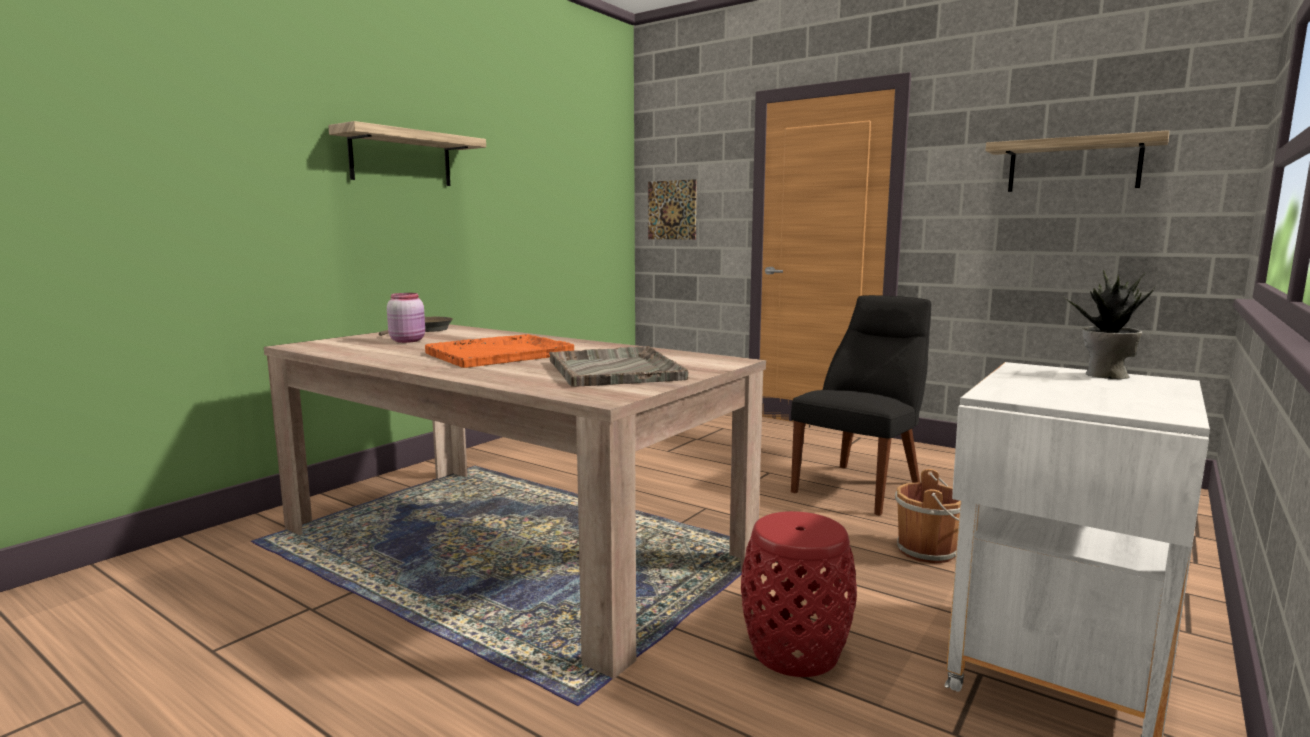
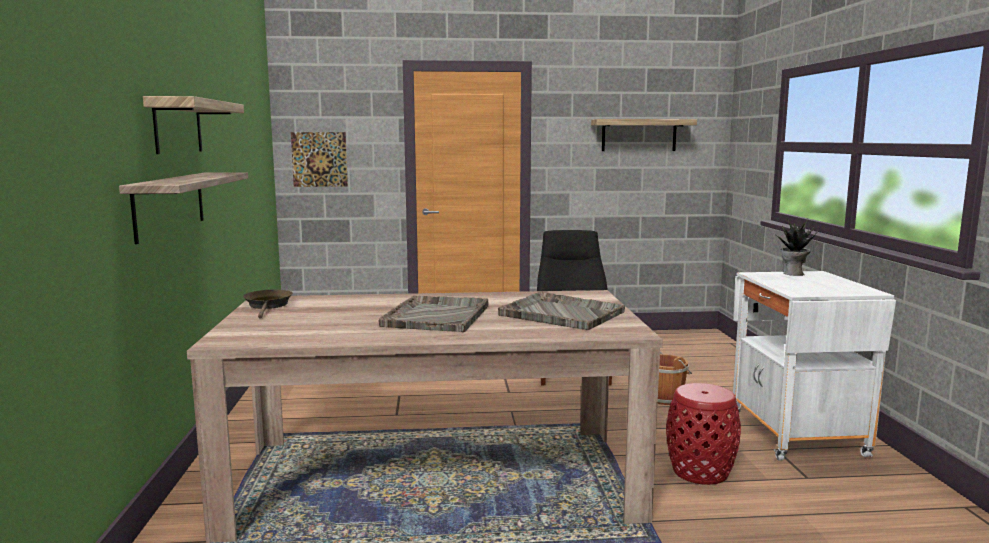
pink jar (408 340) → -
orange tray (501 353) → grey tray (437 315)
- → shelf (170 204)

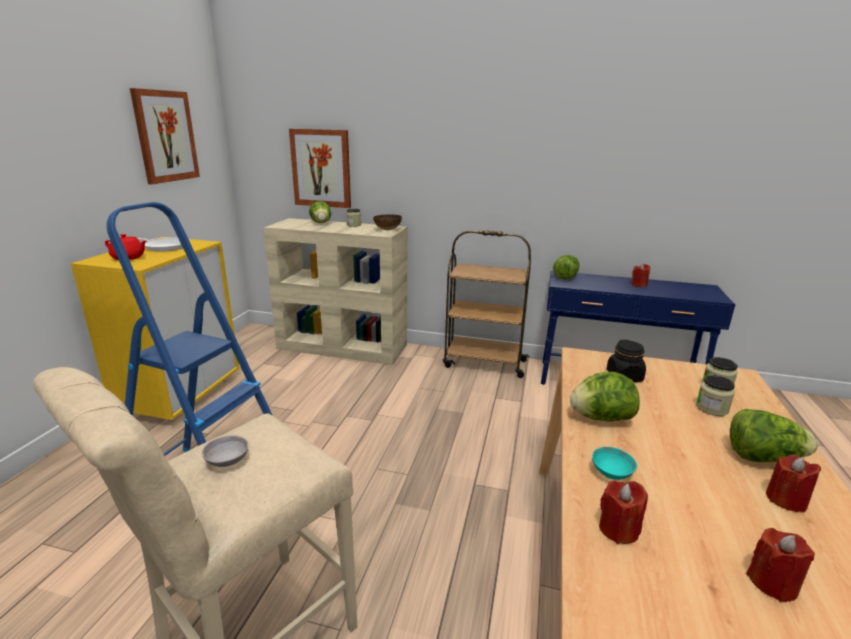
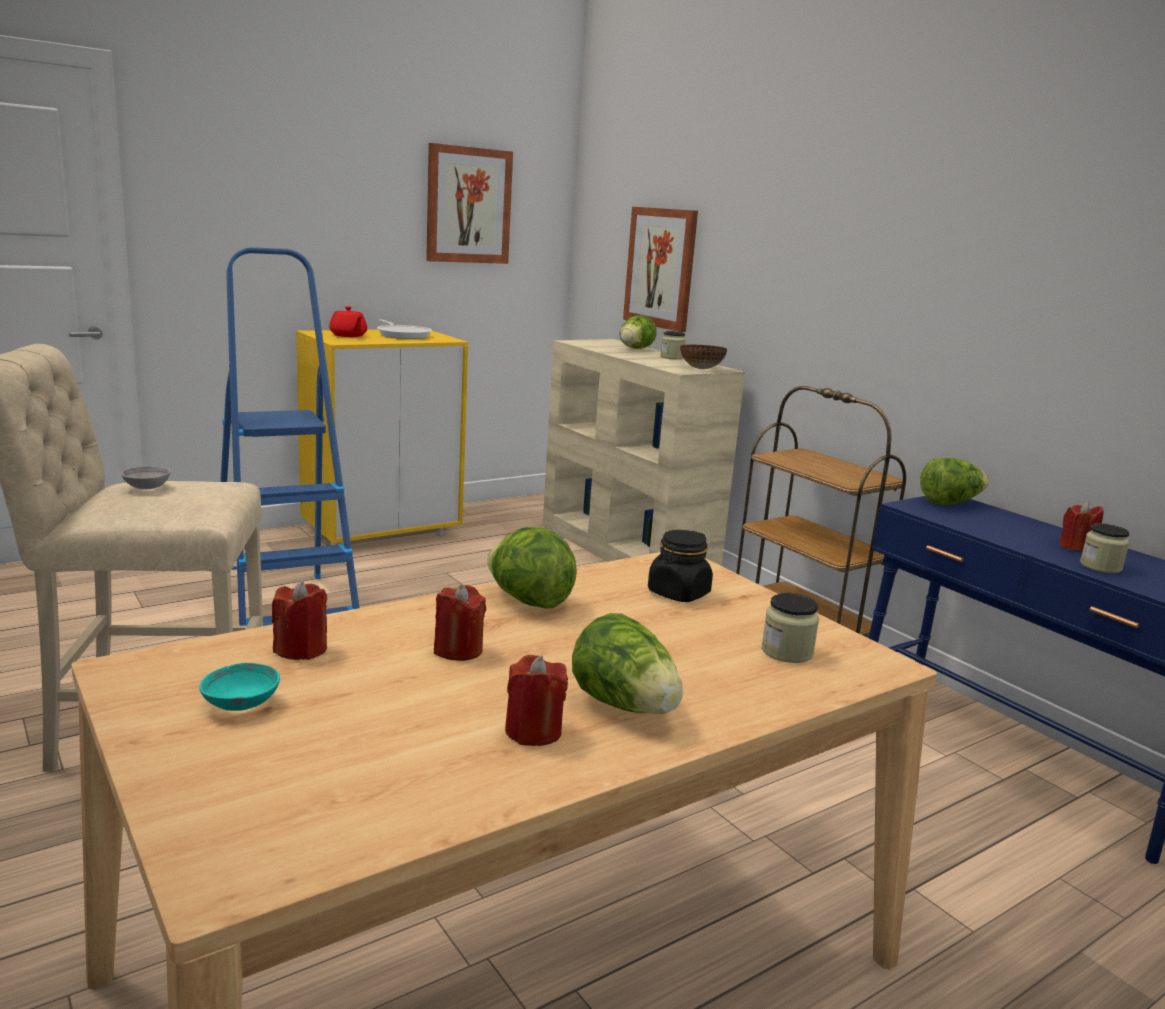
jar (712 408) → jar (1100 566), shifted
turquoise bowl (611 472) → turquoise bowl (241 704), shifted
red candle (772 583) → red candle (458 650), shifted

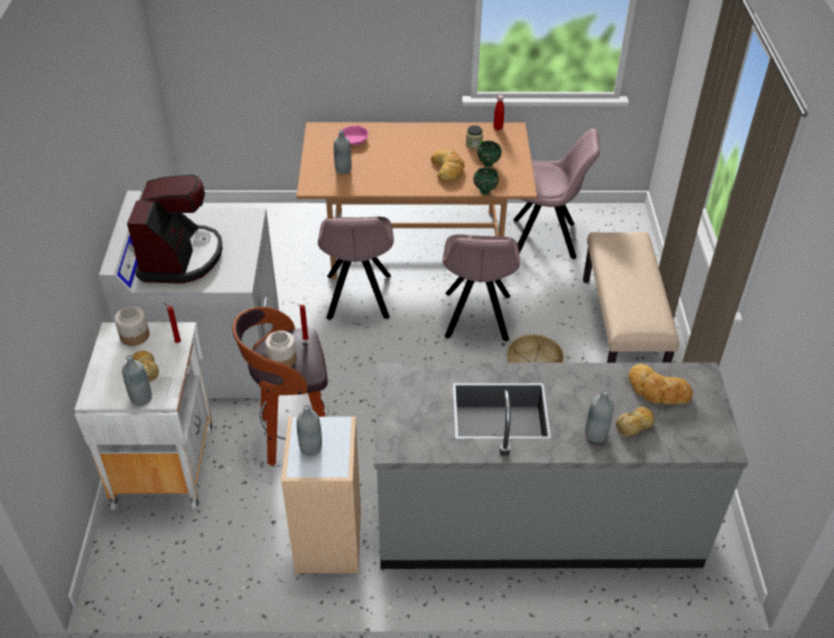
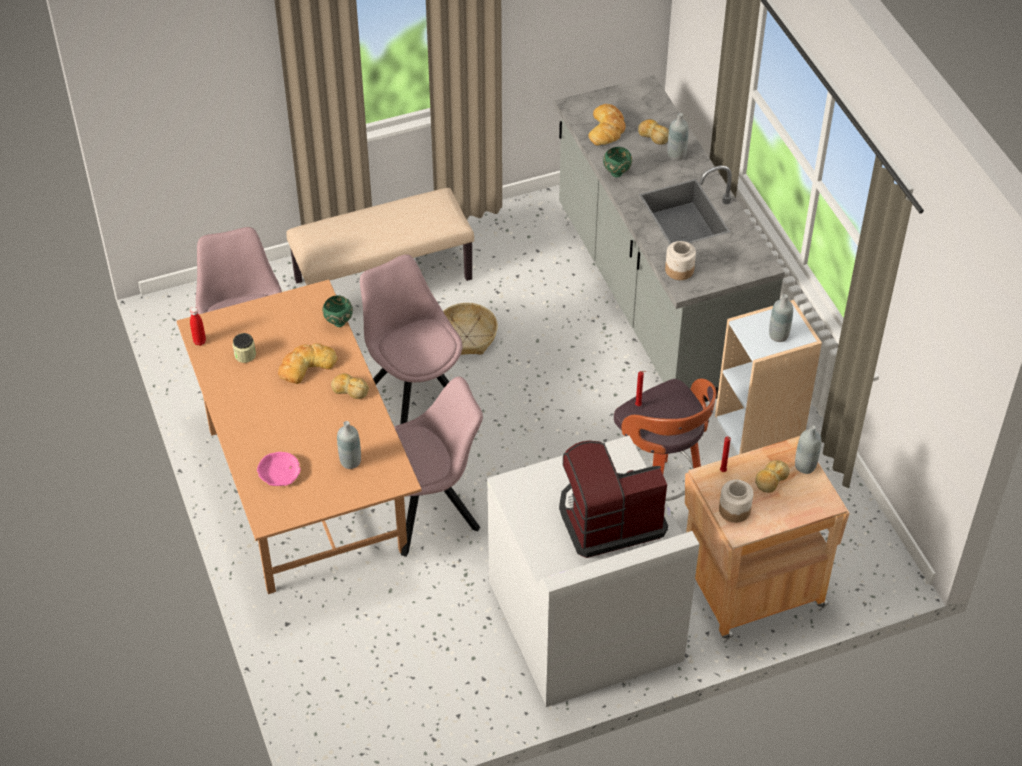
green bowl (488 164) → green bowl (617 173), shifted
pink chair (477 317) → pink chair (414 398), 105 degrees counterclockwise
white cart (164 464) → brown cart (750 590)
jar (282 359) → jar (680 270), shifted
- → bread (349 390)

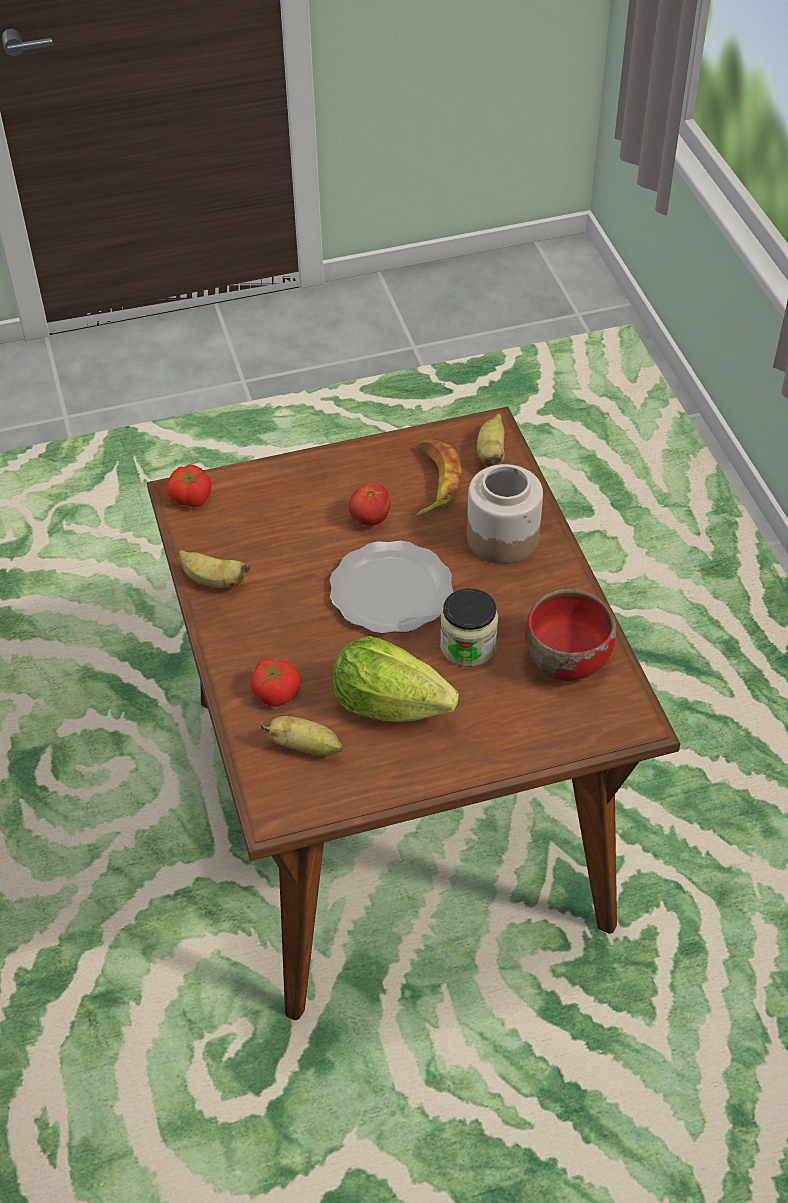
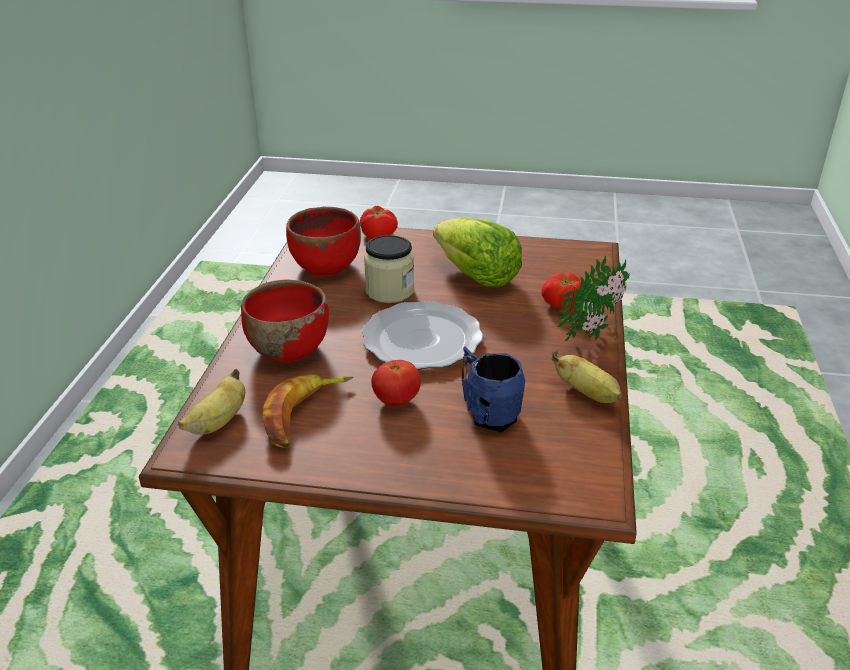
tomato (190 497) → tomato (379 234), shifted
jar (503 537) → red bowl (288 349)
banana (305 747) → -
- → potted plant (596 333)
- → blue mug (487 413)

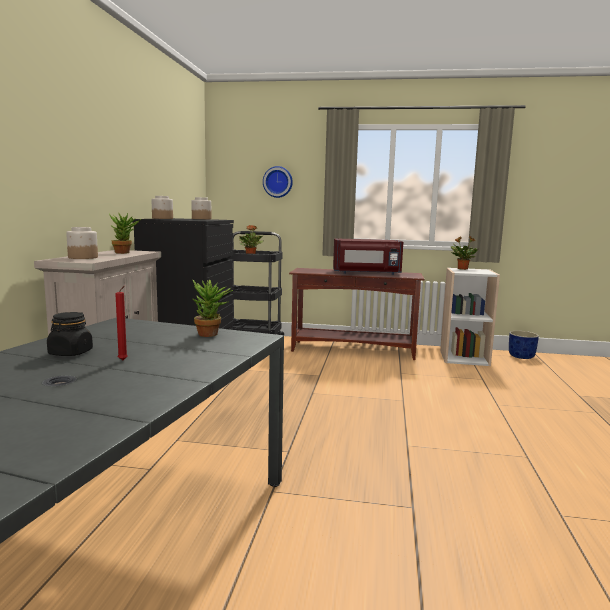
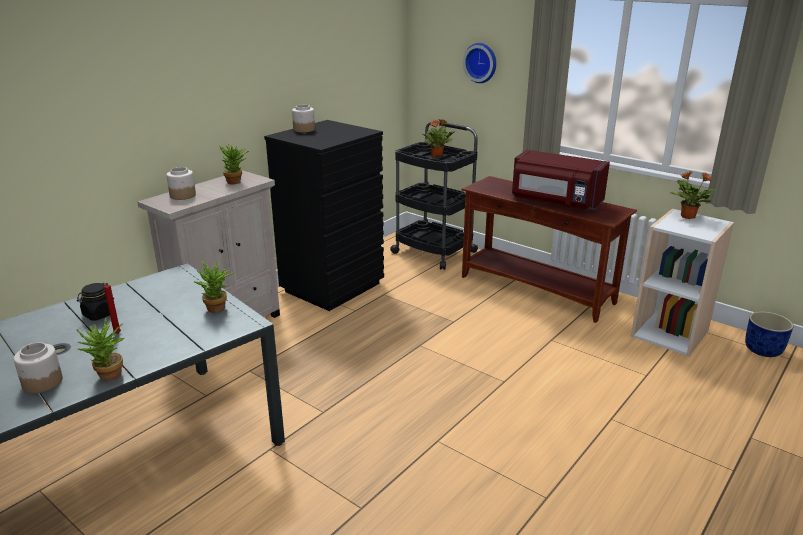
jar (201 219) → jar (42 382), shifted
- → potted plant (109 378)

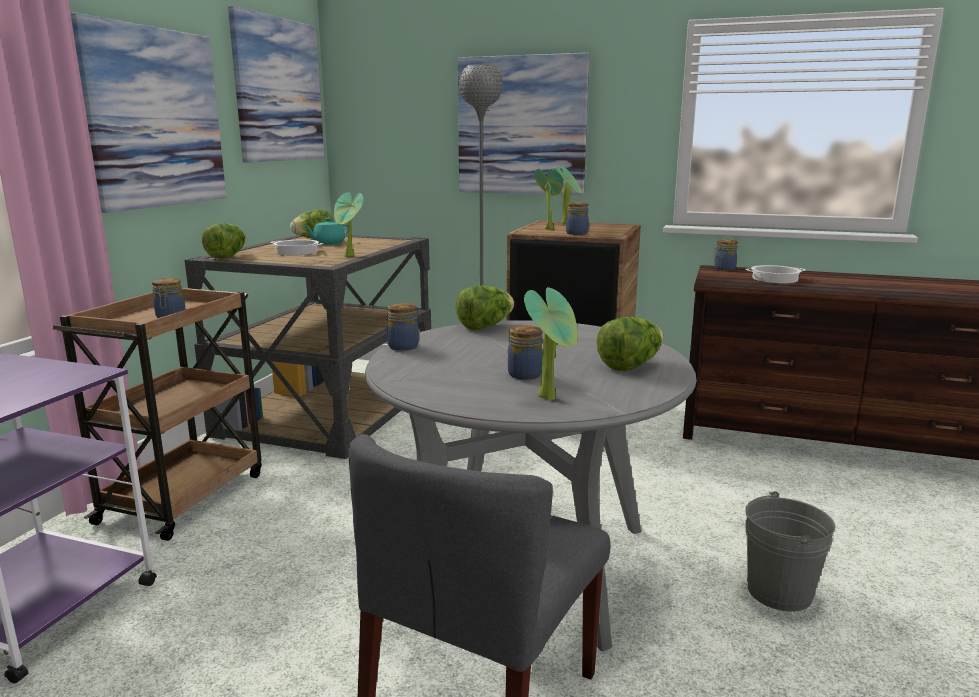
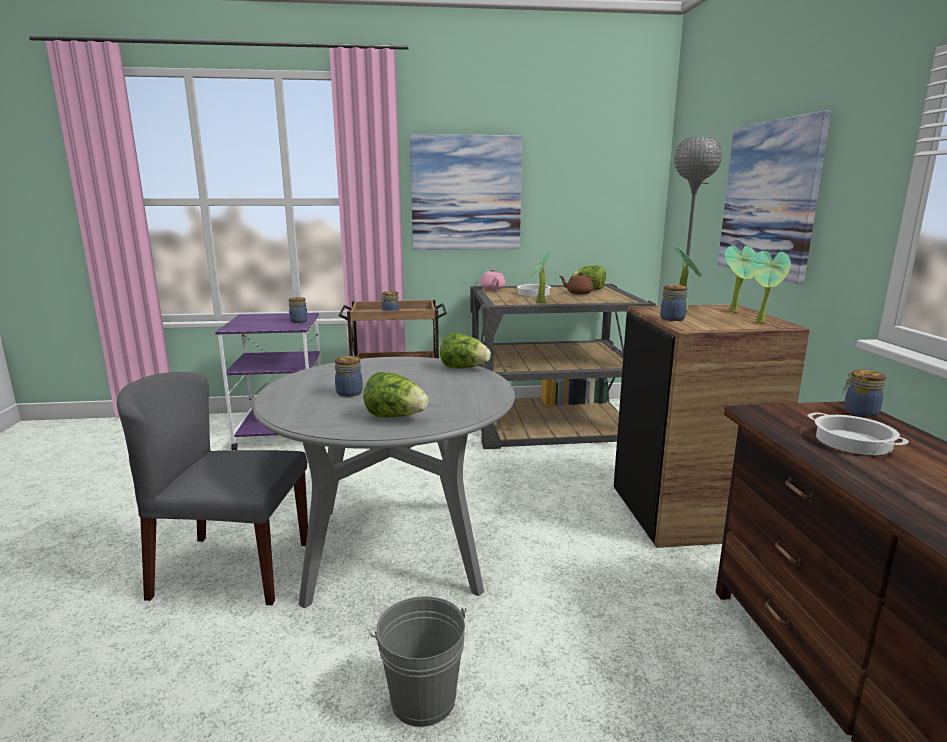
picture (278 90) → -
turquoise teapot (328 243) → brown teapot (579 293)
lettuce (227 256) → pink teapot (492 288)
potted plant (551 397) → potted plant (762 323), shifted
jar (402 346) → jar (299 321), shifted

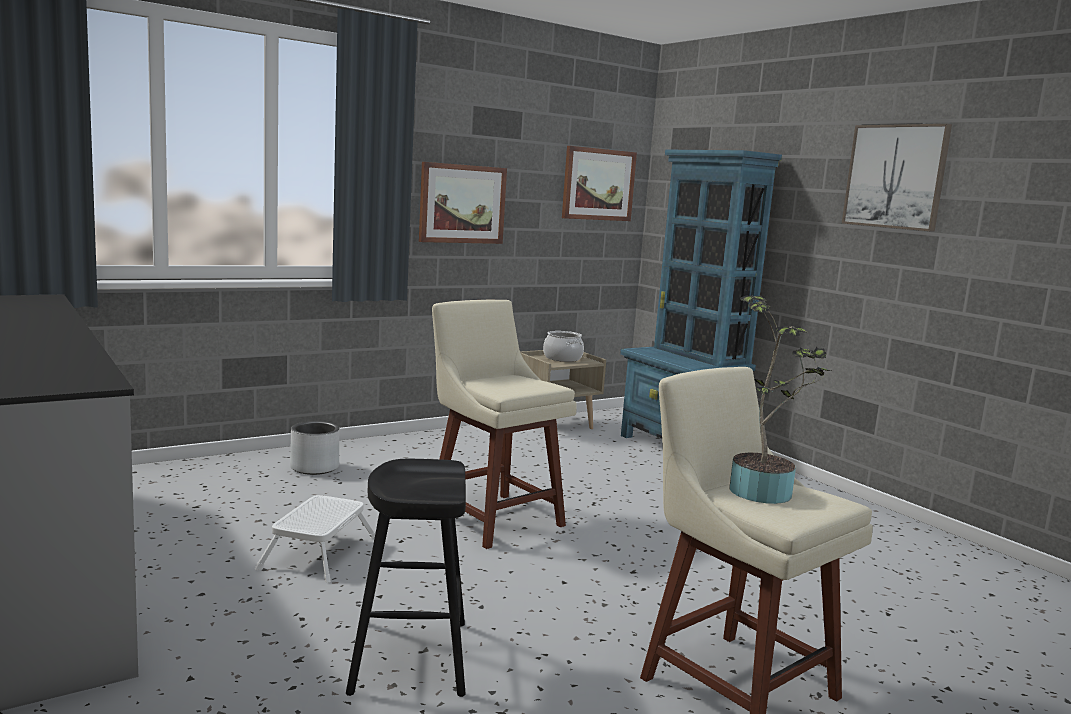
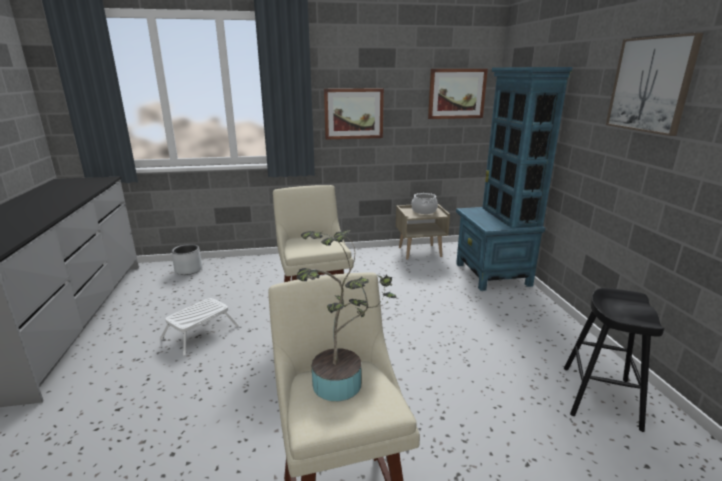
grey planter (314 467) → grey planter (188 270), shifted
black stool (410 657) → black stool (600 397), shifted

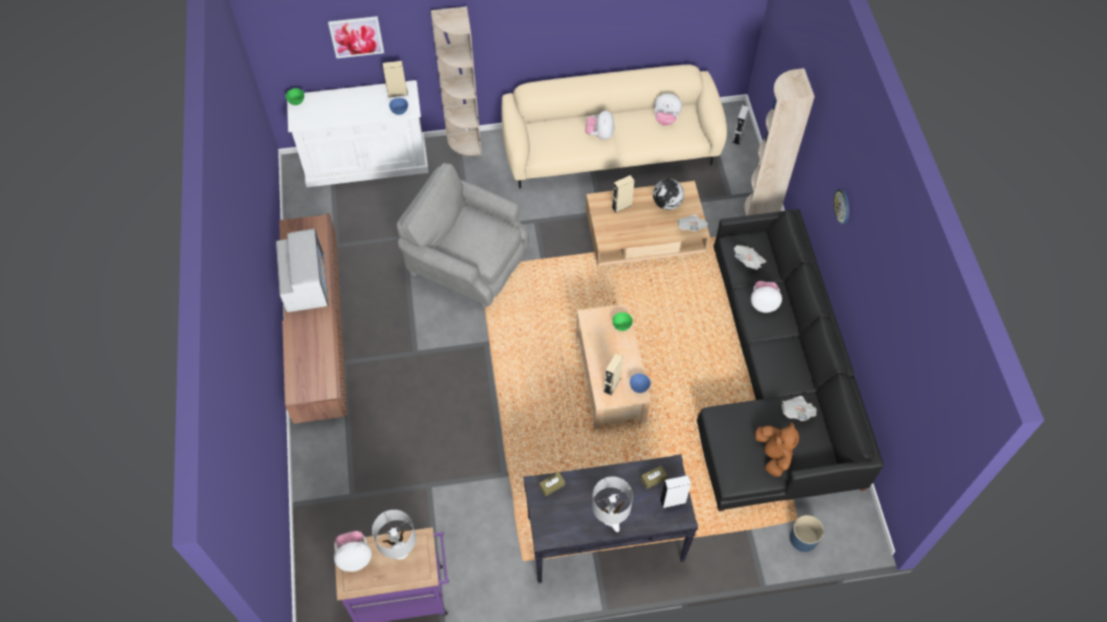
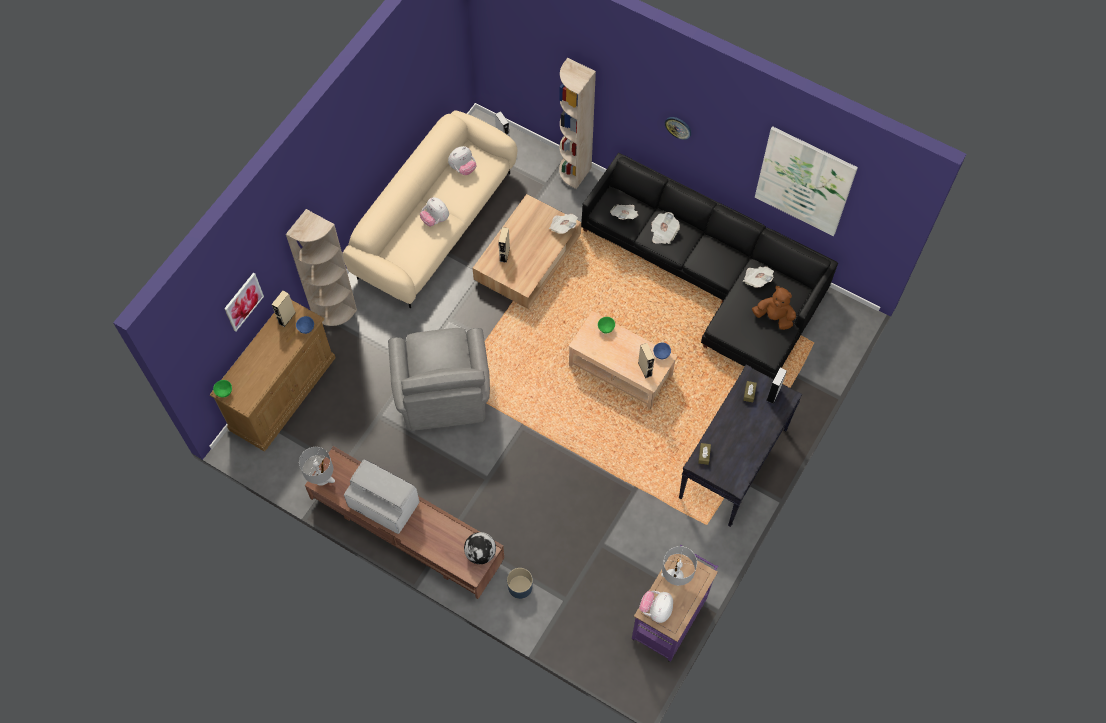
white cabinet (367 163) → brown cabinet (283 393)
grey armchair (467 262) → grey armchair (442 389), 75 degrees counterclockwise
globe (667 203) → globe (481 553), shifted
plush toy (763 303) → newspaper (663 233)
grey table lamp (609 519) → grey table lamp (322 480), shifted
blue planter (803 538) → blue planter (520 587), shifted
- → picture (804 181)

